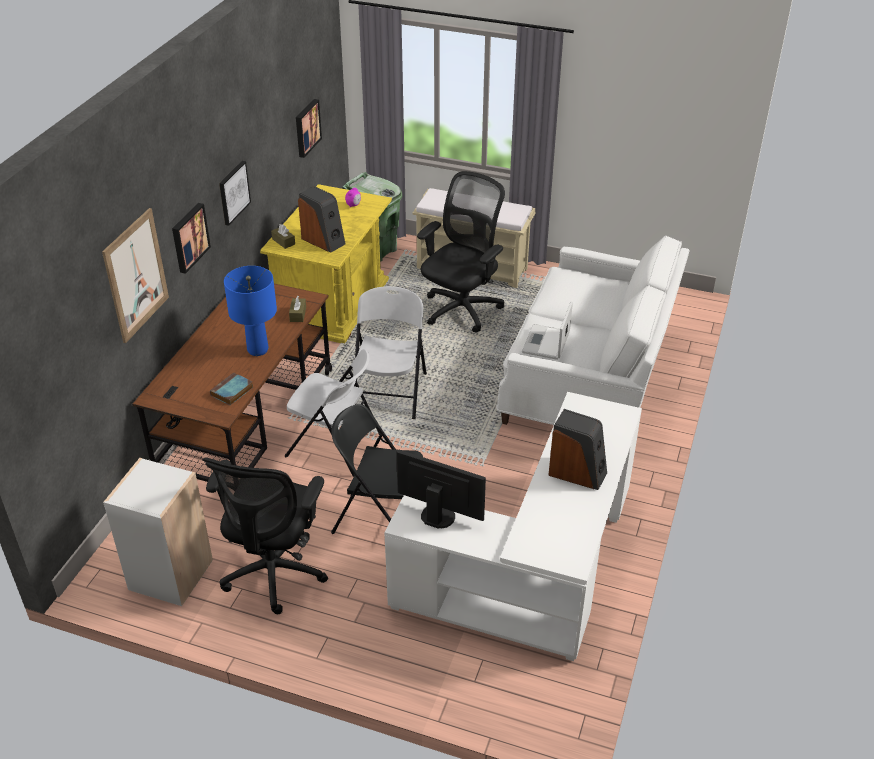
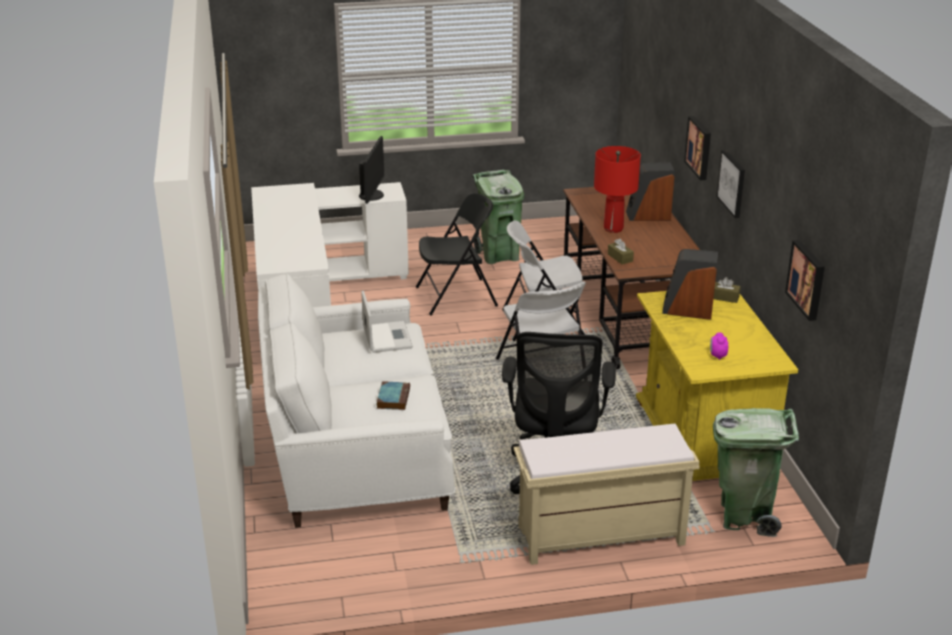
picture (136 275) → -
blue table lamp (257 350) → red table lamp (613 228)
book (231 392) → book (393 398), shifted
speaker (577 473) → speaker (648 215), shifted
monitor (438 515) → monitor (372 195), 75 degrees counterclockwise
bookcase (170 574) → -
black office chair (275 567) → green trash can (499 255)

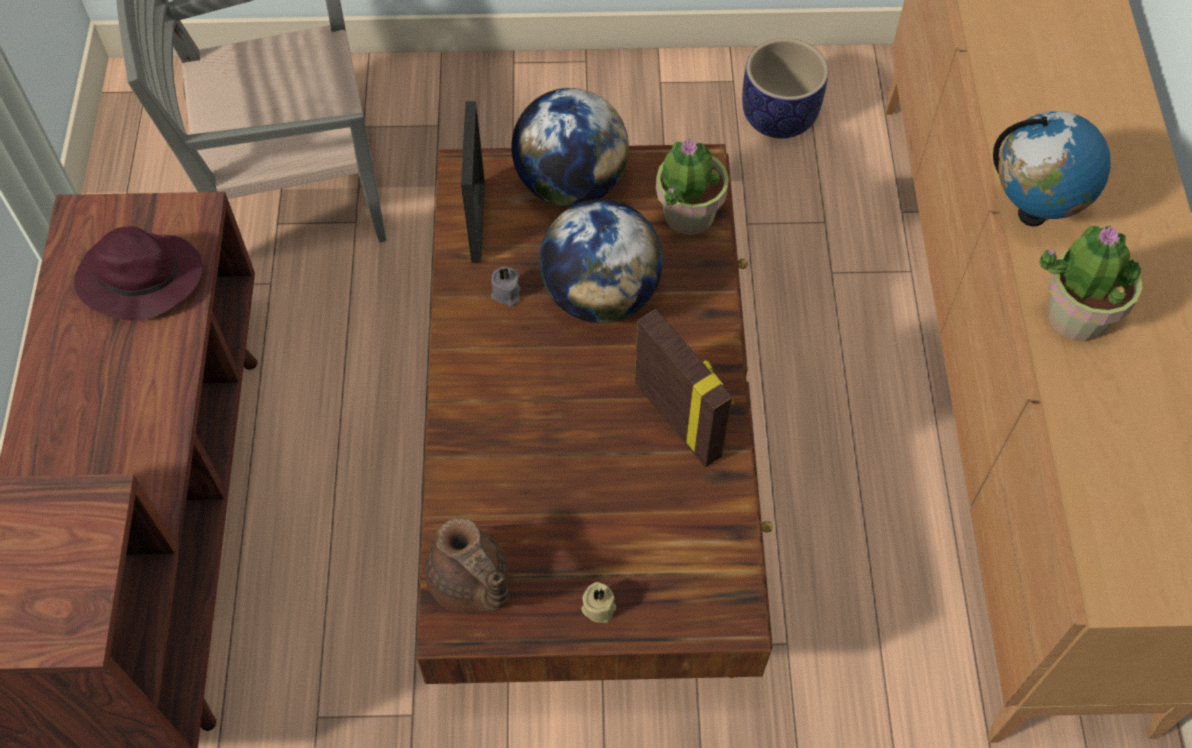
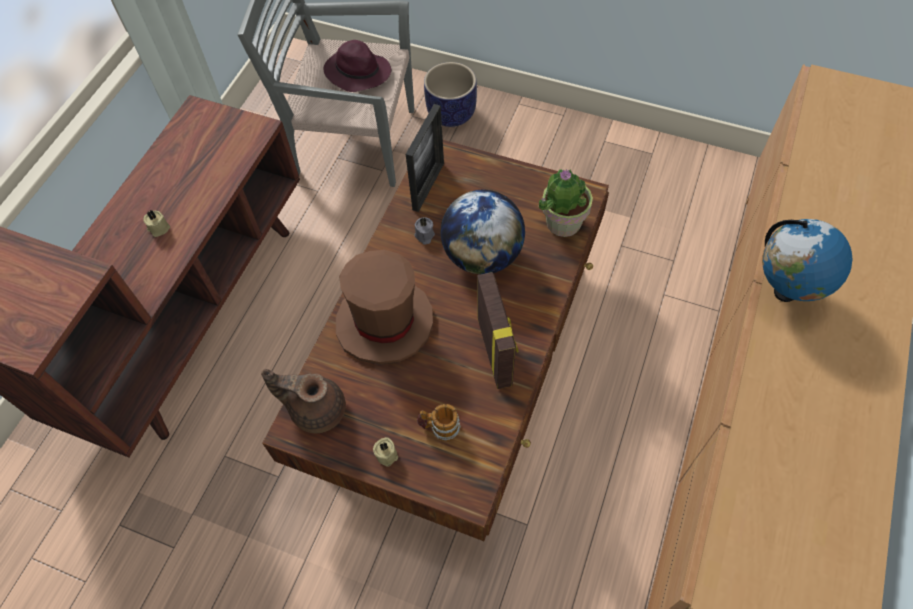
planter (778 116) → planter (451 113), shifted
globe (570 184) → -
potted plant (1075 315) → -
purple hat (139 278) → purple hat (357 72), shifted
brown teapot (470 584) → brown teapot (316 409), 120 degrees clockwise
- → beige candle (158 228)
- → brown hat (385 323)
- → mug (439 428)

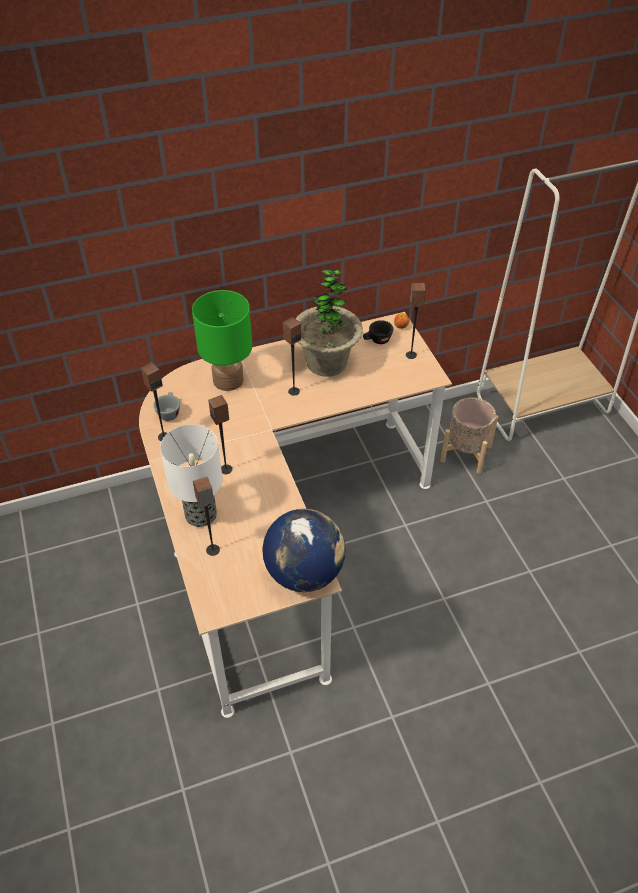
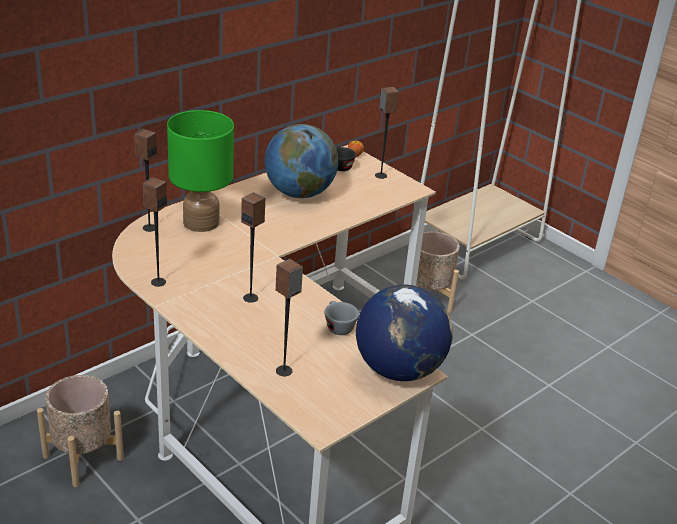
potted plant (327 363) → globe (299 193)
speaker (293 391) → speaker (149 228), shifted
grey cup (169 412) → grey cup (337 326), shifted
table lamp (202 514) → -
- → beige planter (83 457)

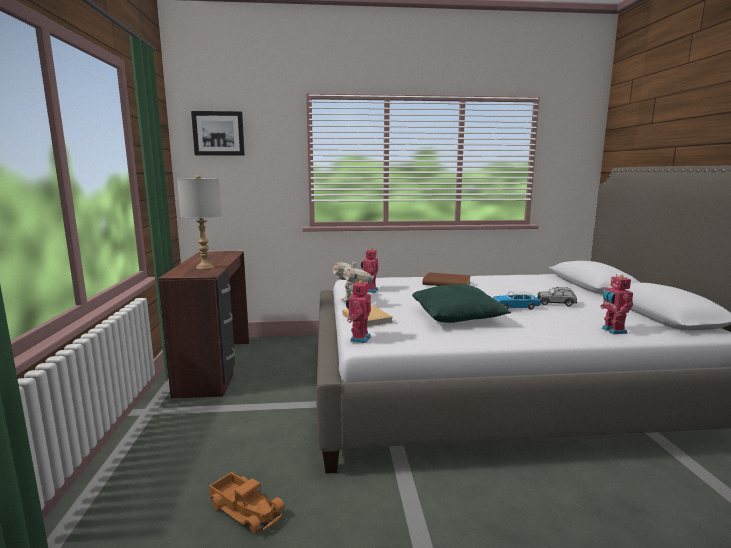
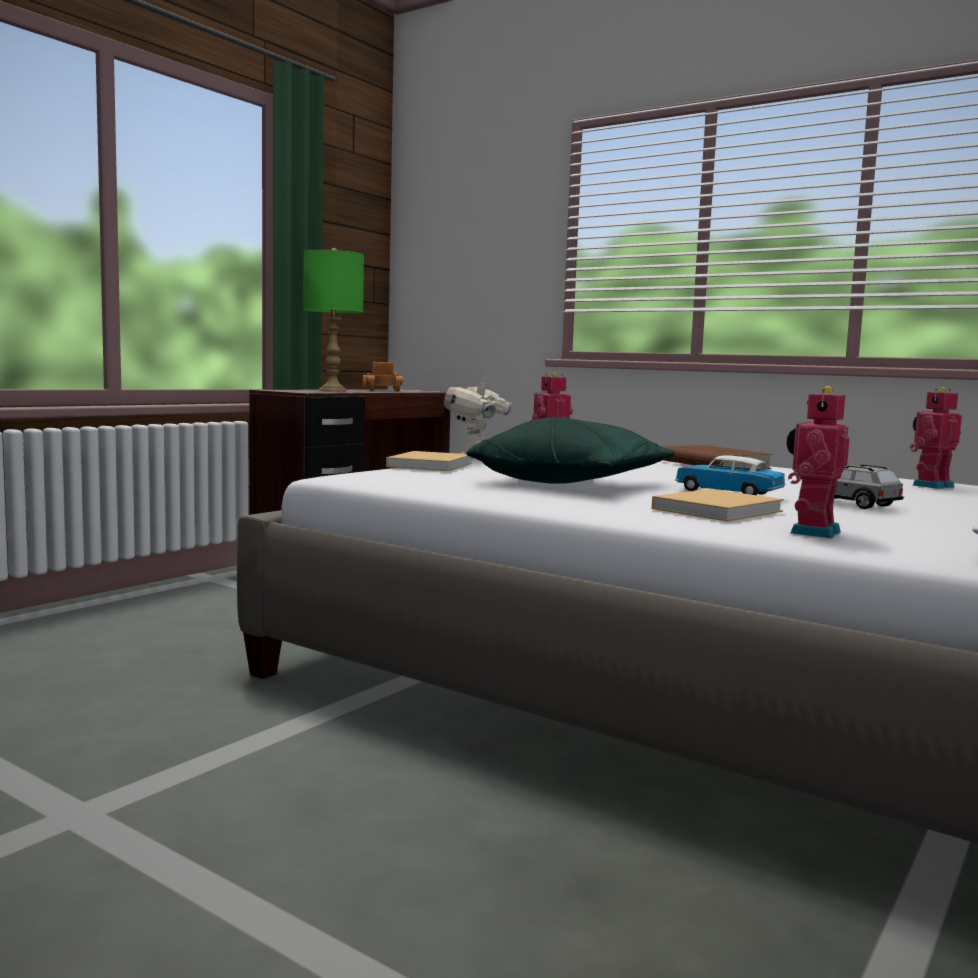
picture (218 133) → -
grey table lamp (205 267) → green table lamp (332 391)
toy robot (359 339) → toy robot (930 486), shifted
toy truck (246 509) → toy truck (383 390), shifted
- → beige book (719 510)

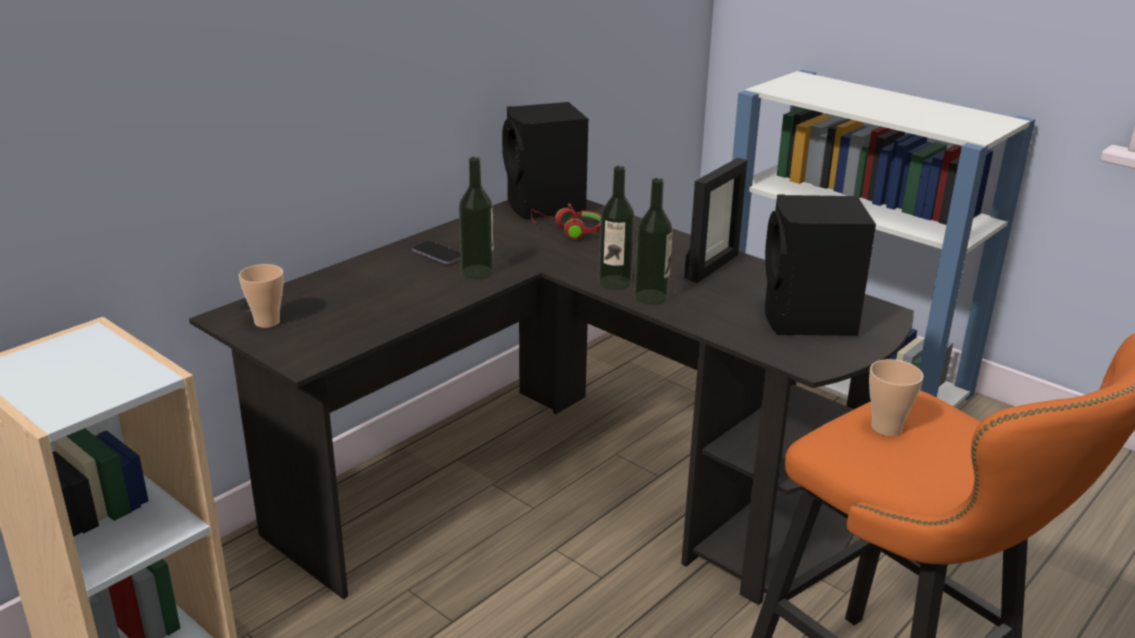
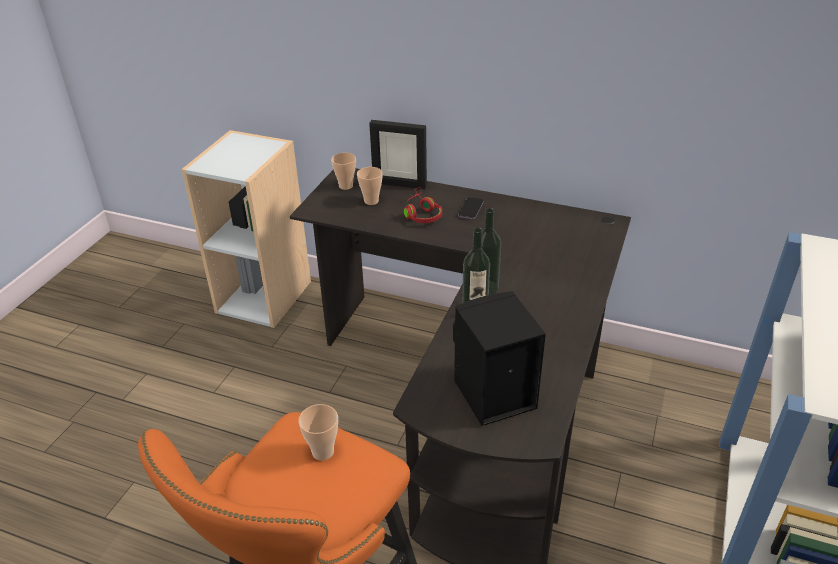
black speaker (545 207) → -
bottle (477 272) → -
picture frame (711 266) → picture frame (400 183), shifted
red headphones (570 231) → red headphones (421 214), shifted
- → cup (371 201)

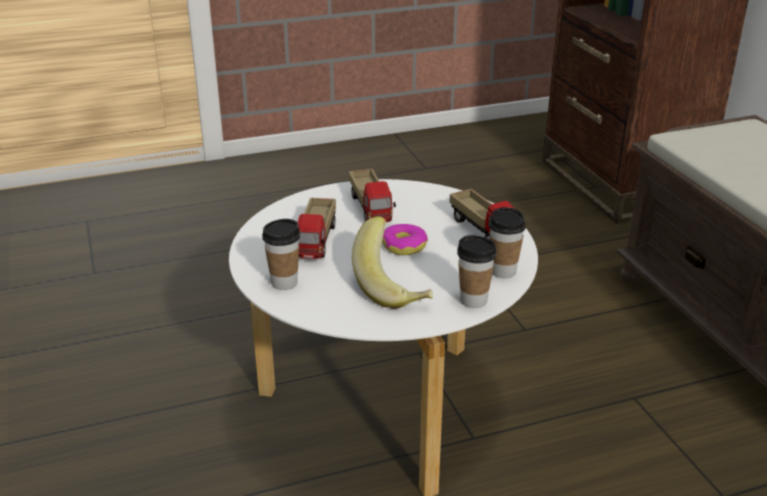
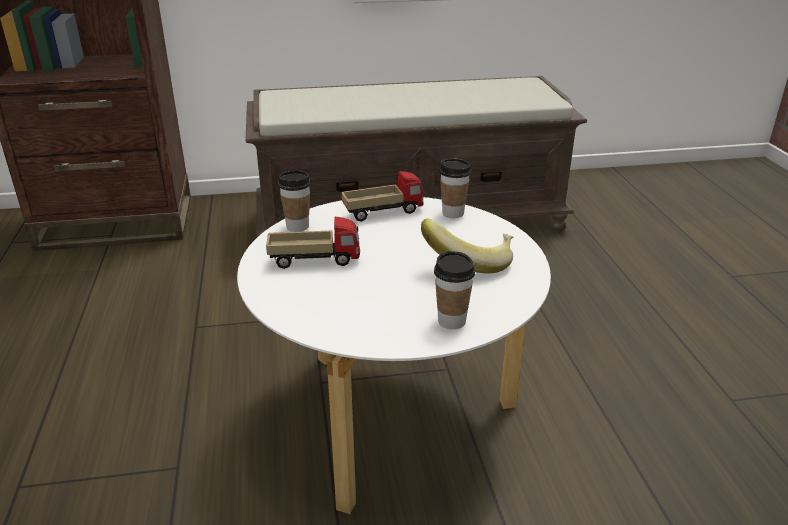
toy truck (317 242) → -
donut (404 246) → -
cup (473 300) → cup (297 226), shifted

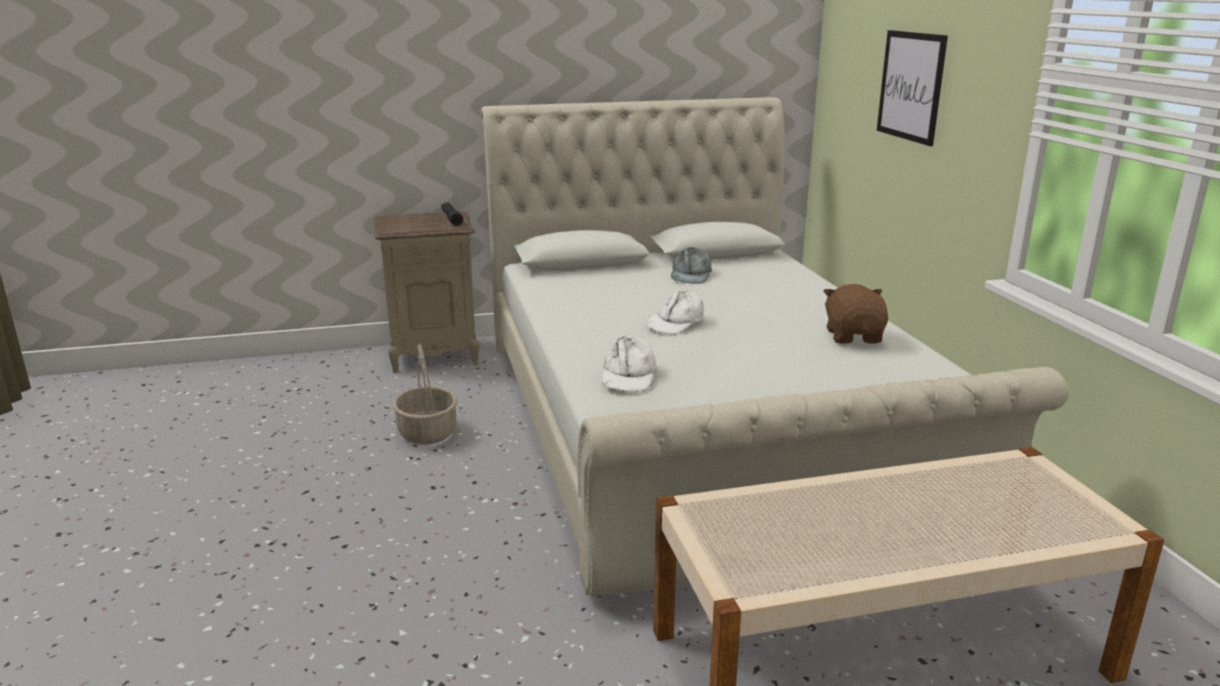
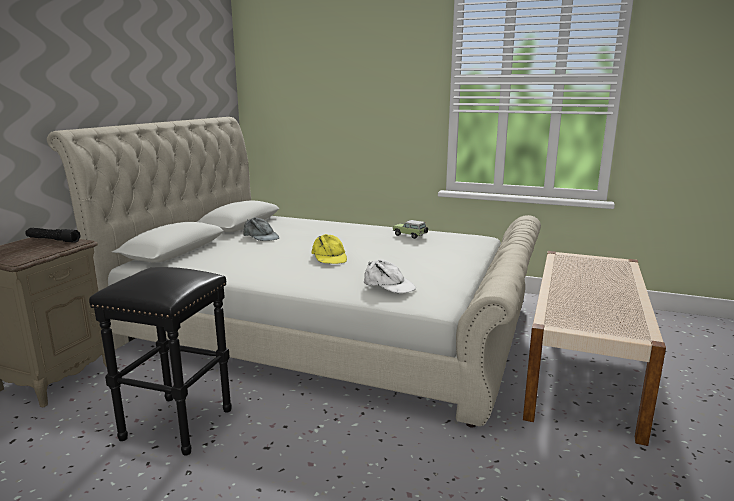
picture (911 86) → -
brown plush toy (854 336) → toy car (410 236)
white cap (676 322) → yellow cap (329 257)
basket (428 433) → black stool (180 423)

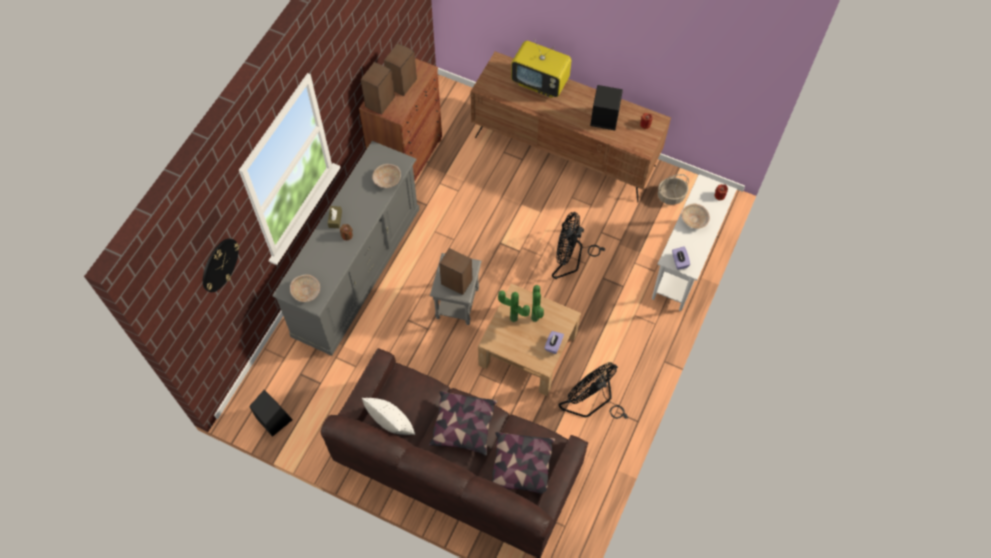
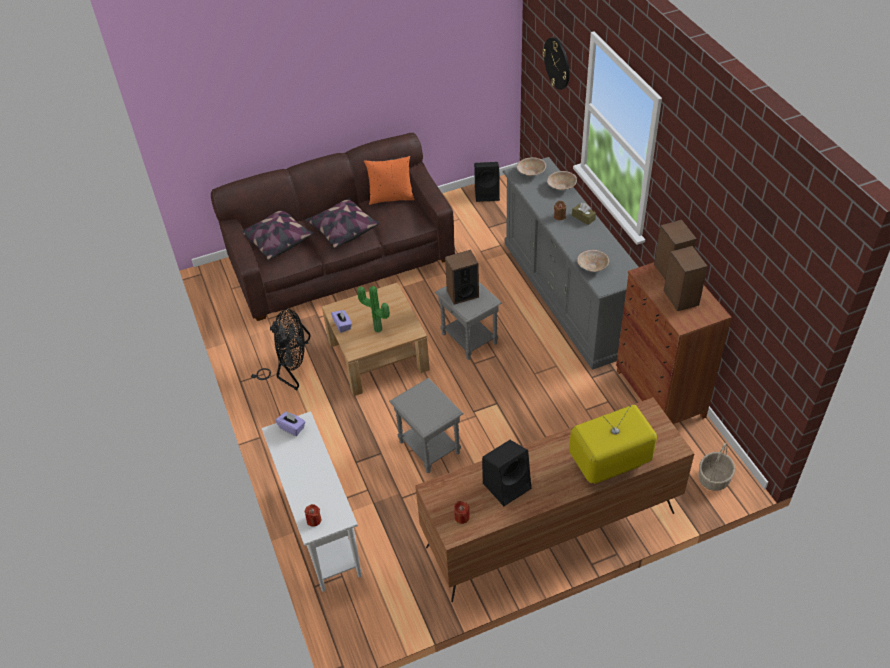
basket (671 196) → basket (714 479), shifted
beige bowl (694 220) → beige bowl (561 186), shifted
black fan (571 255) → grey side table (428 447)
potted plant (513 320) → -
white pillow (391 424) → orange pillow (391 197)

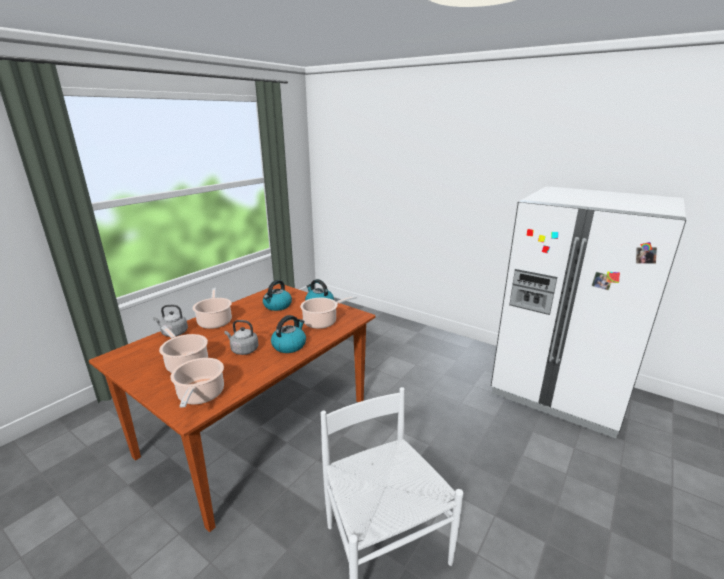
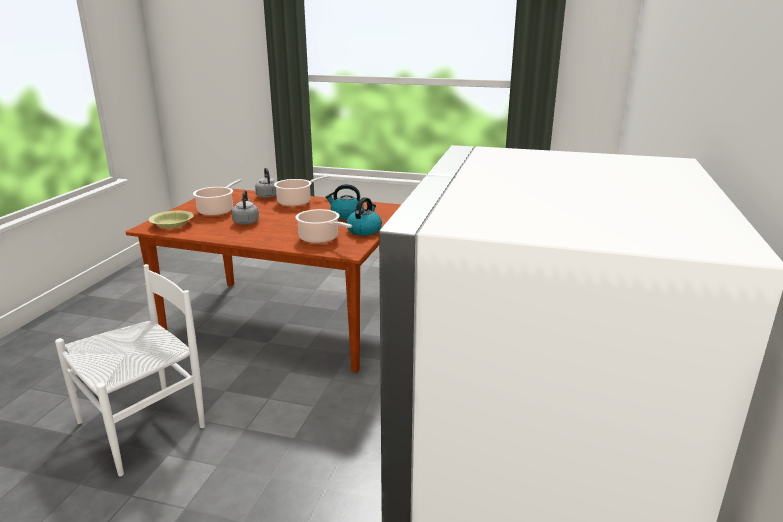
kettle (289 345) → -
cooking pot (200 395) → yellow bowl (172 225)

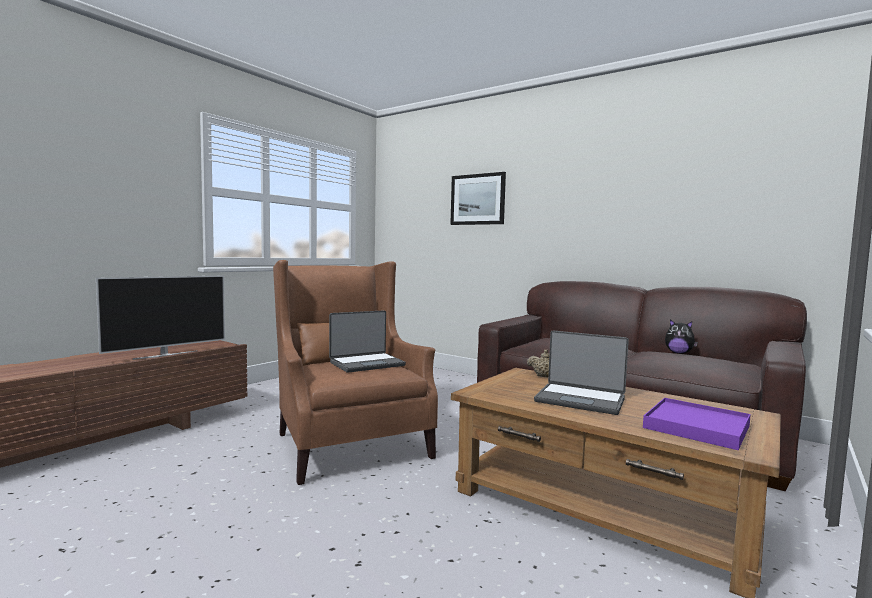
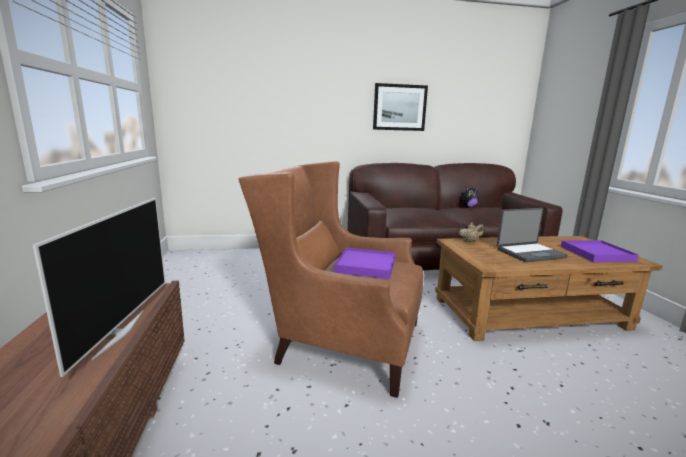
picture (477 199) → picture (399 107), shifted
laptop (366 363) → purple tray (365 265)

